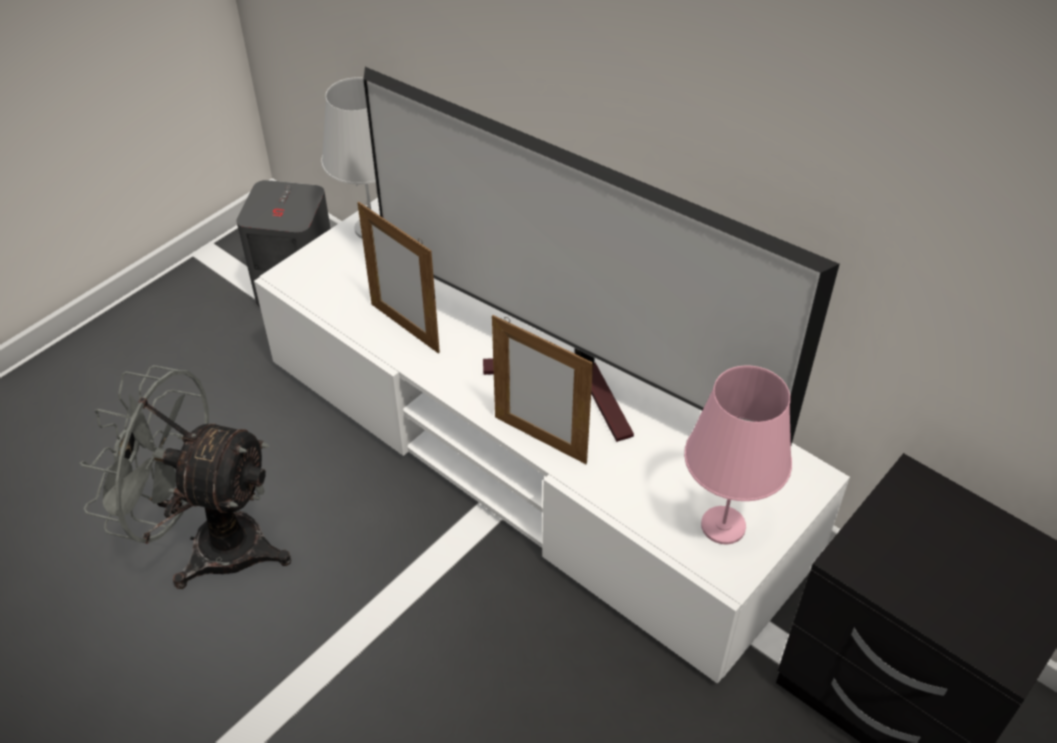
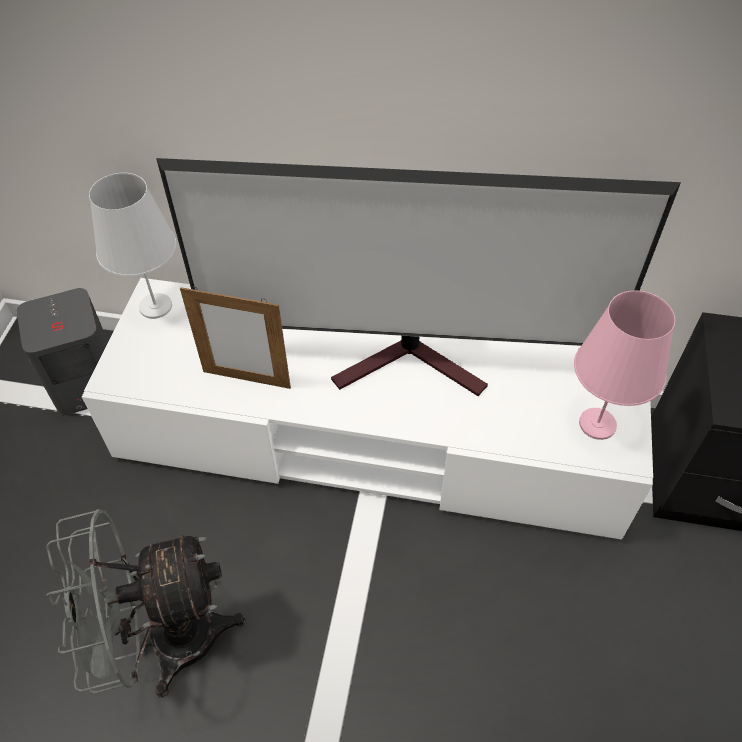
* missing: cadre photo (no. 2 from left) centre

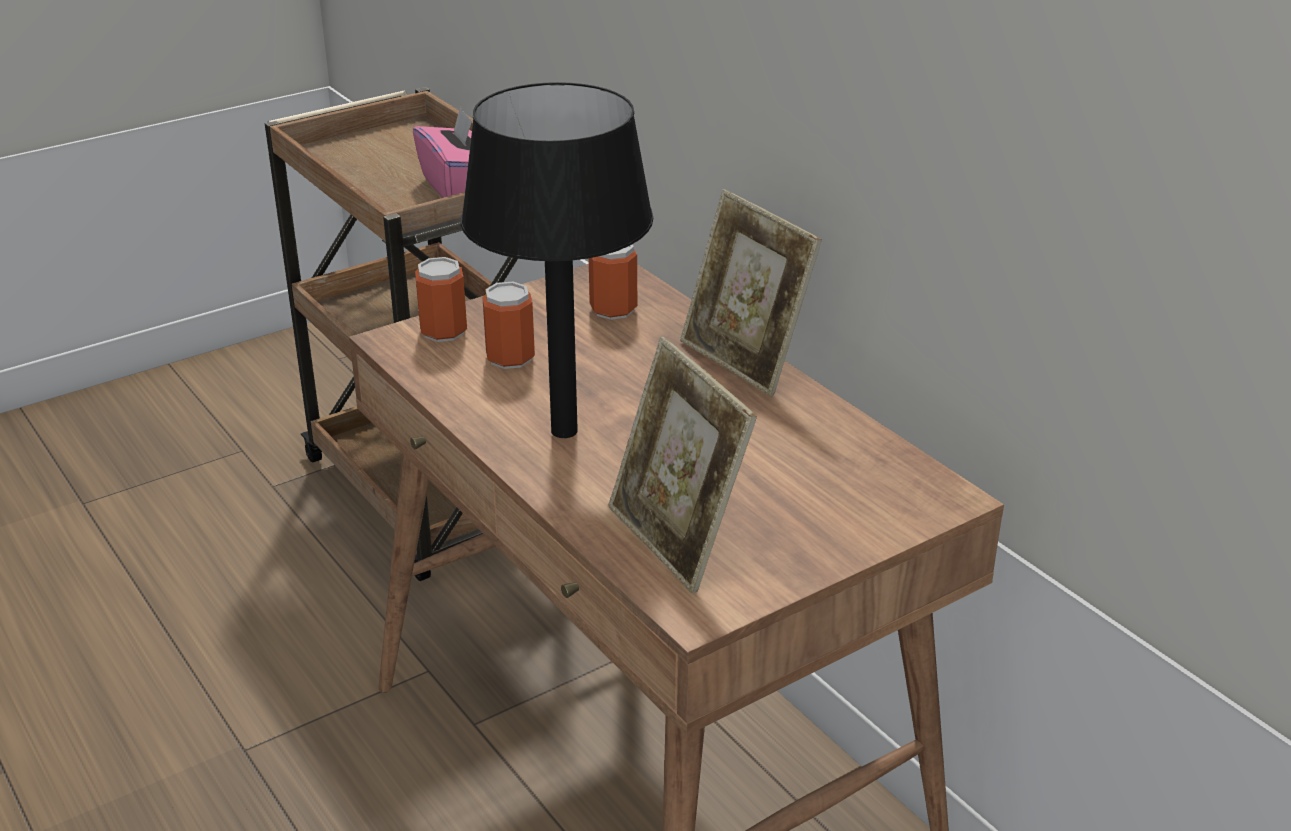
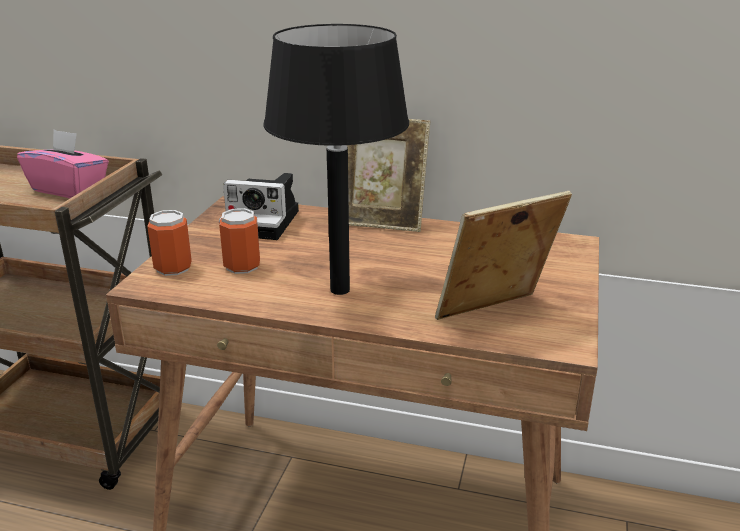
* exchanged: boîte métallique (no. 3 from left) centre to appareil photo centre
* spun: cadre photo (no. 1 from left in the first image) centre = middle right 135 degrees clockwise

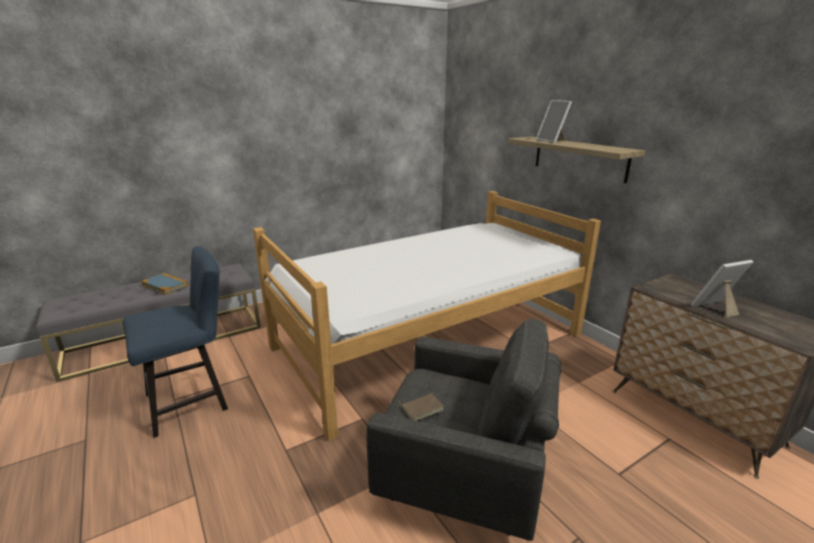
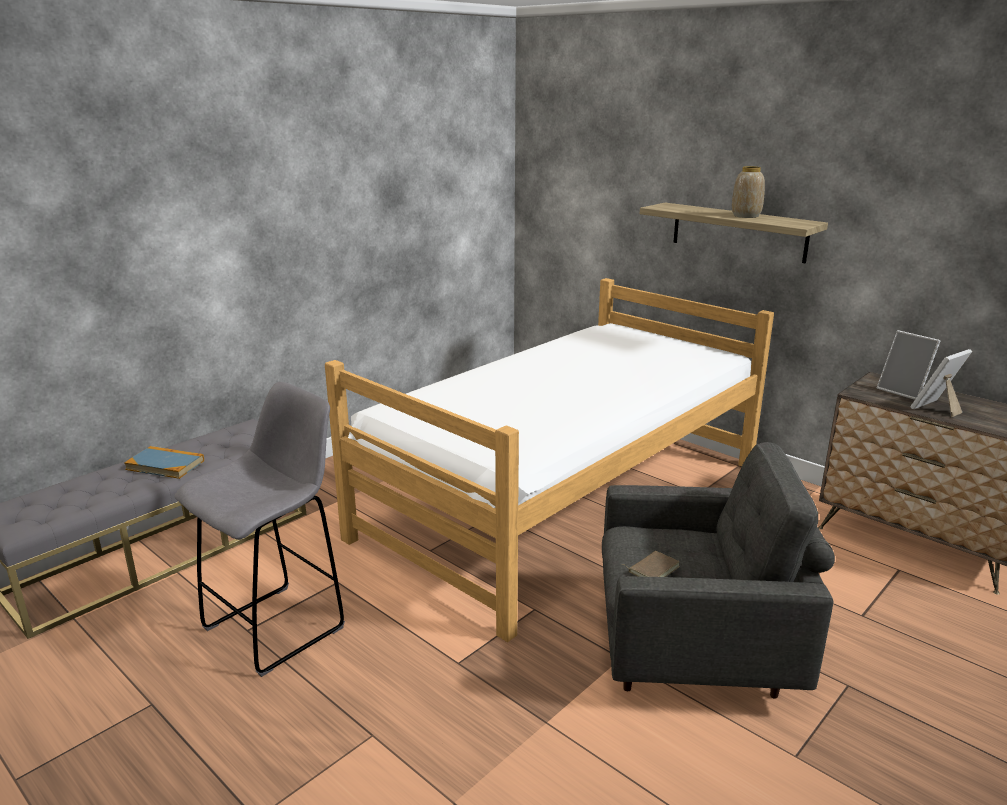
* relocated: cadre photo (no. 1 from left) top right to middle right
* exchanged: chaise (bleu) middle left to tabouret (gris) middle left
* appeared: vase top right

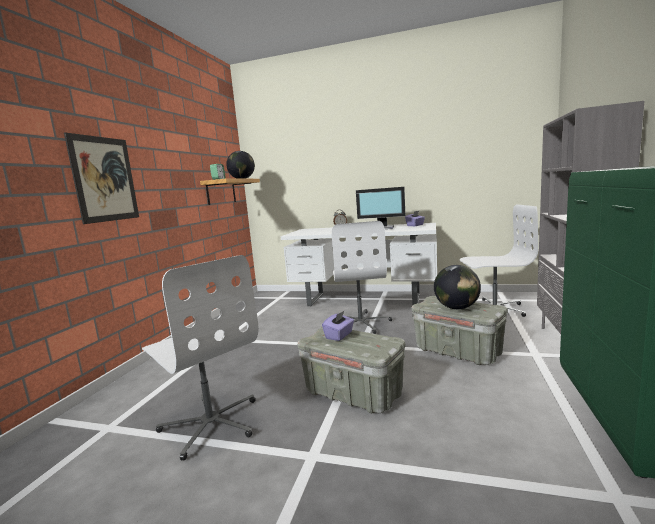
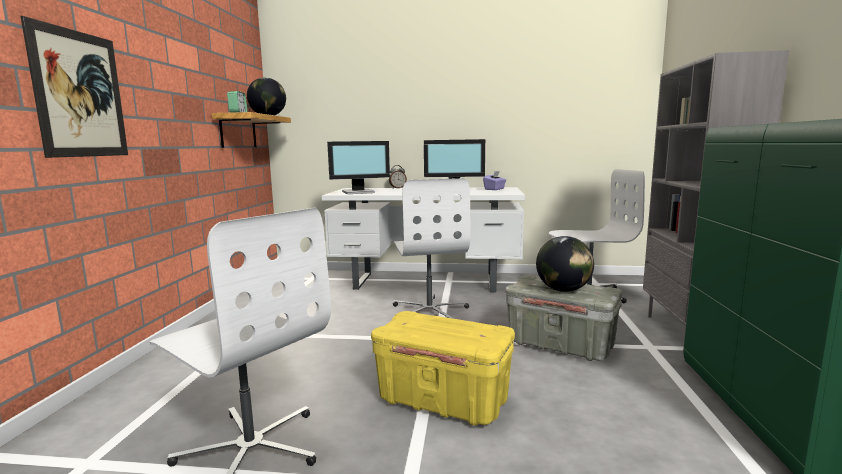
* missing: boîte à mouchoirs (violet) (no. 1 from left) centre
* colour: boîte de rangement (gris) (no. 1 from left) bottom centre to boîte de rangement (jaune) bottom centre
* appeared: écran d'ordinateur (no. 1 from left) centre

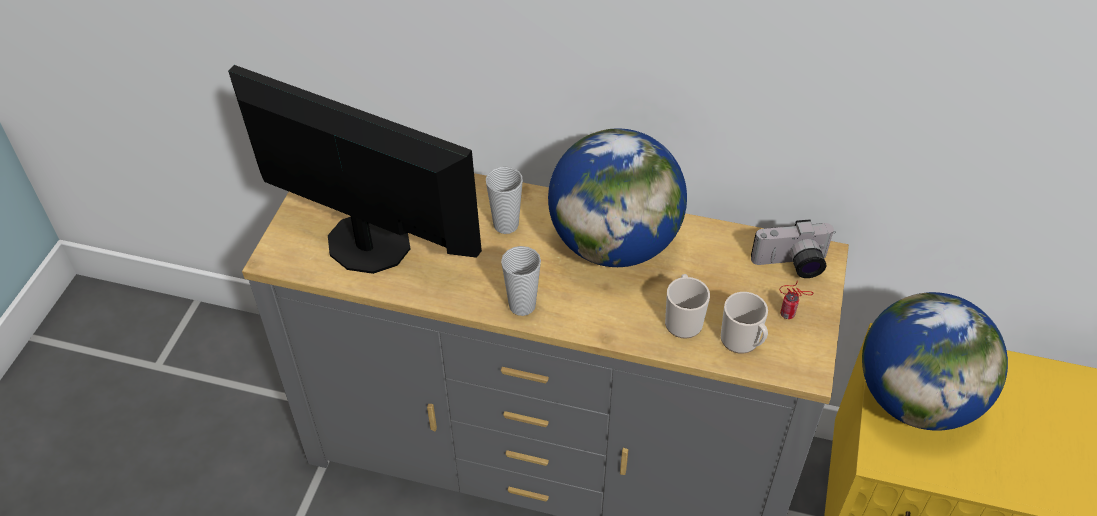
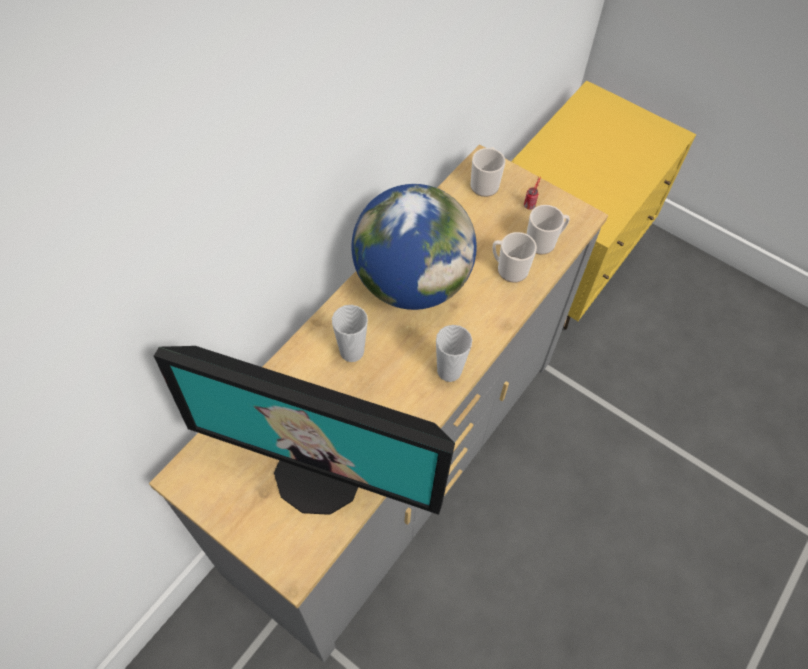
* spun: écran d'ordinateur top left = centre 120 degrees counterclockwise
* exchanged: appareil photo middle right to mug (no. 1 from left) top centre
* missing: globe (no. 2 from left) bottom right

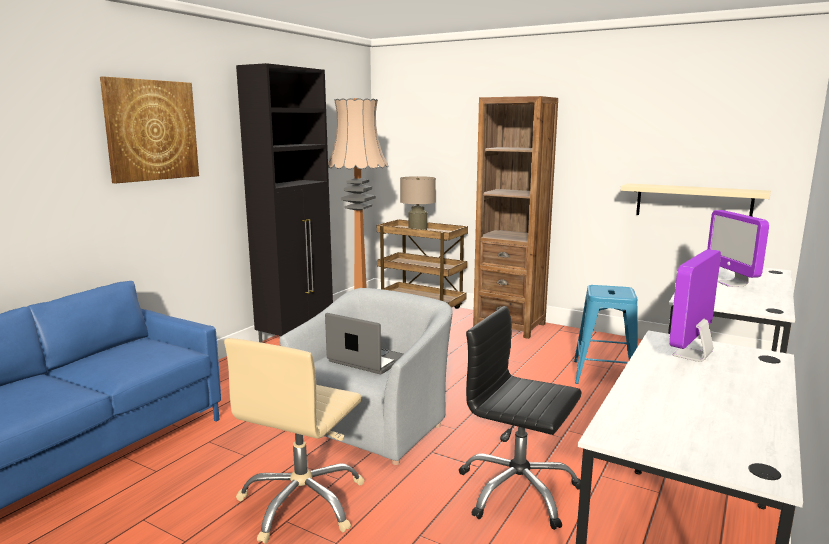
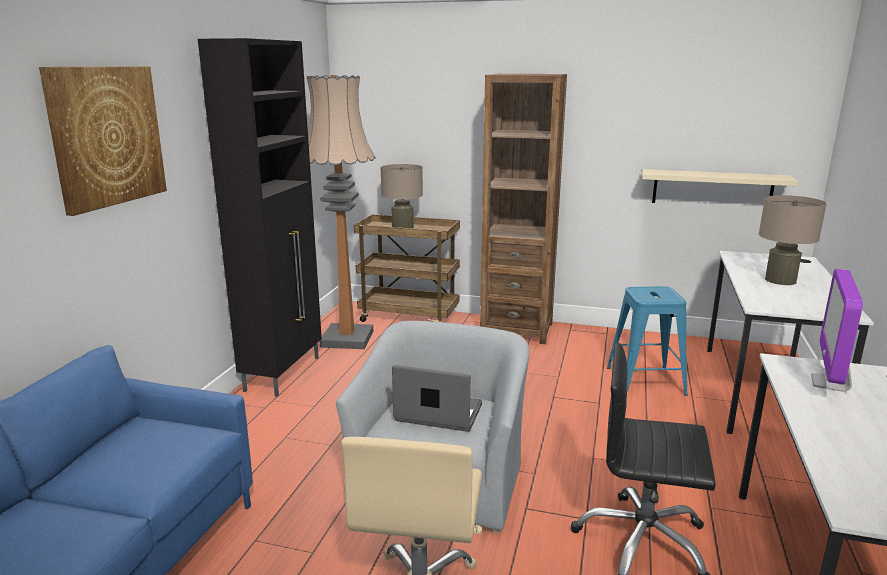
* exchanged: écran d'ordinateur (no. 2 from left) middle right to lampe de table (beige) (no. 2 from left) middle right

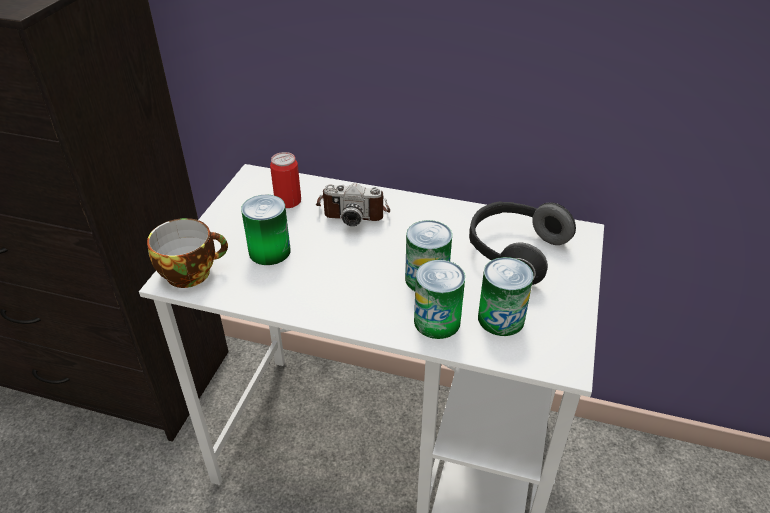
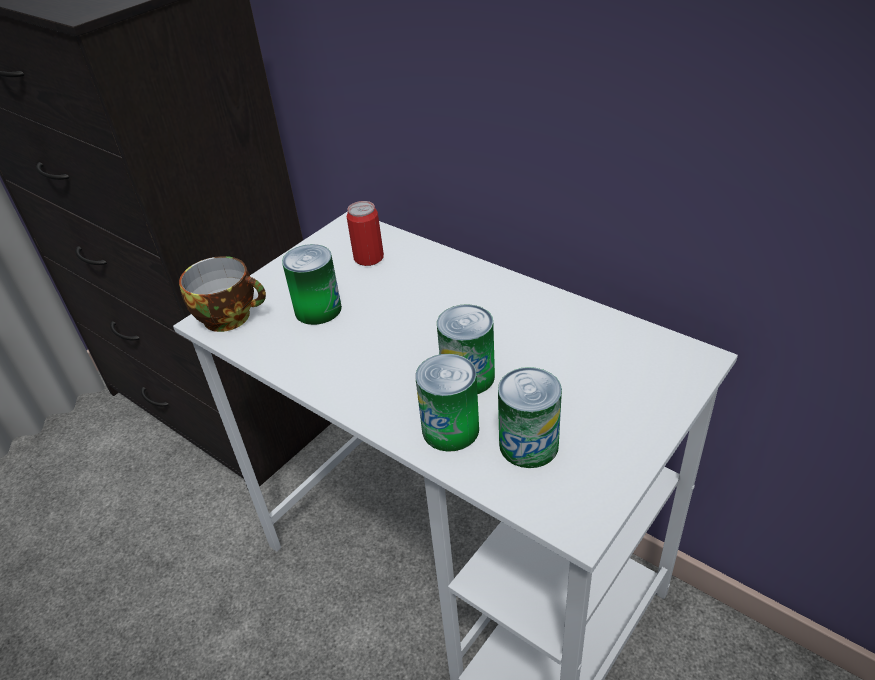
* missing: appareil photo centre
* missing: casque audio middle right

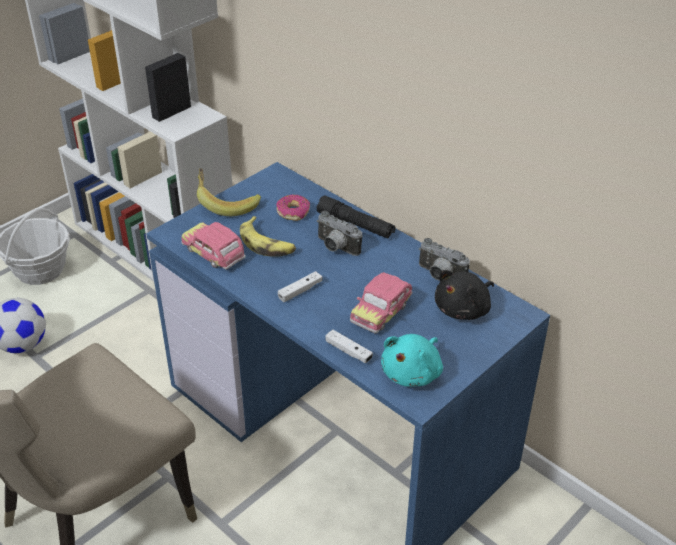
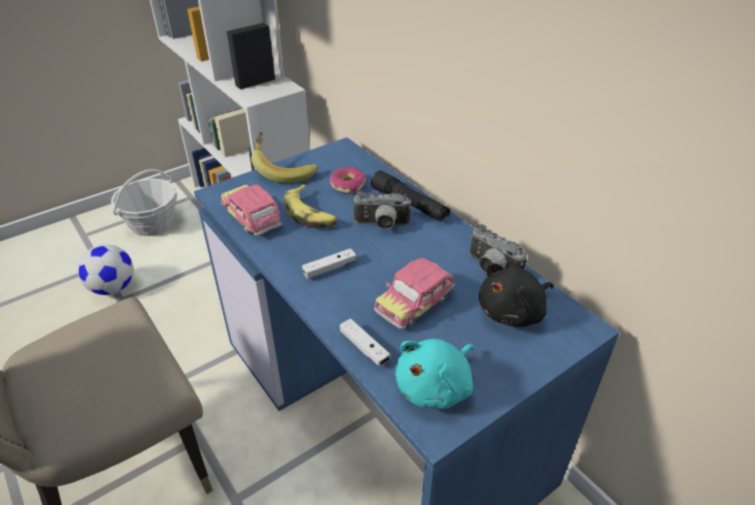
* spun: appareil photo (no. 1 from left) centre = centre 45 degrees counterclockwise

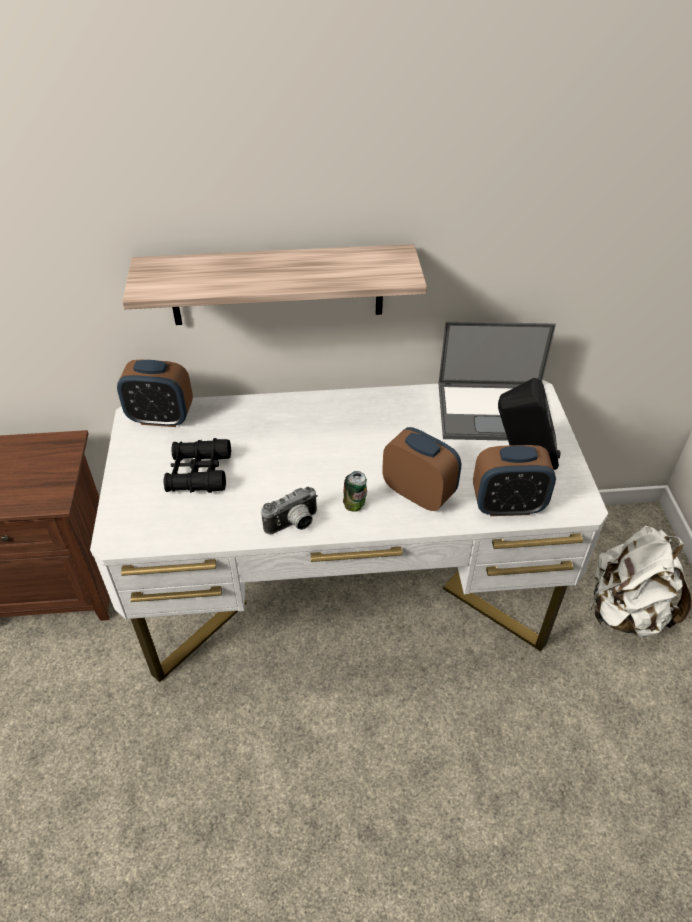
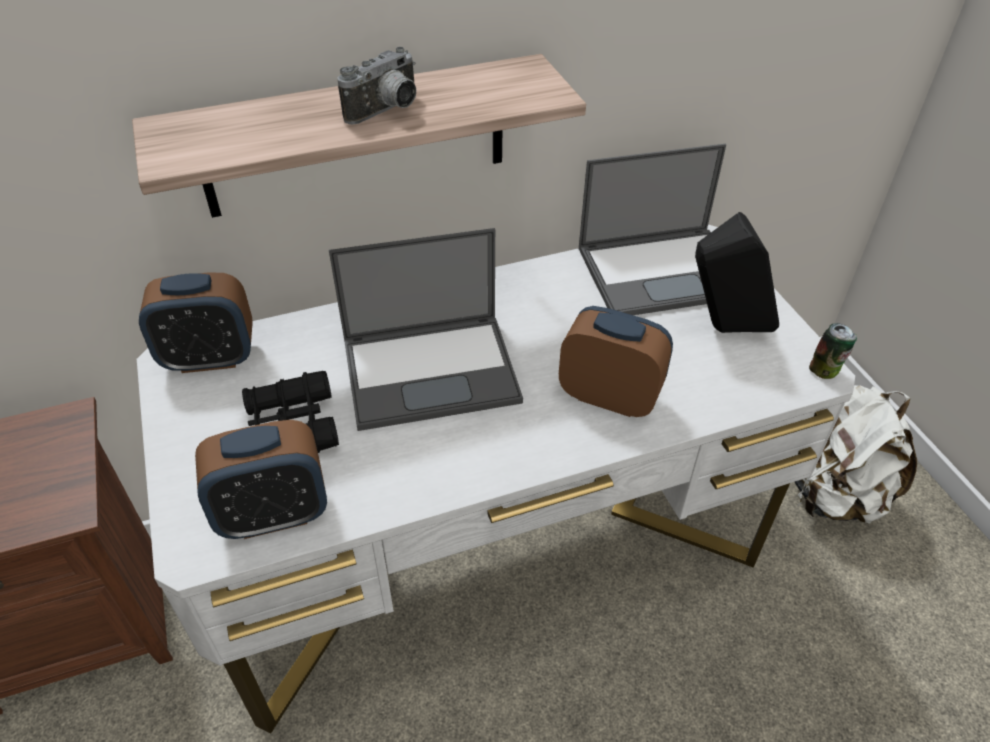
* relocated: réveil (no. 3 from left in the first image) middle right to réveil (no. 2 from left) middle left
* relocated: boîte métallique centre to middle right
* relocated: appareil photo centre to top centre
* appeared: ordinateur portable (no. 1 from left) centre

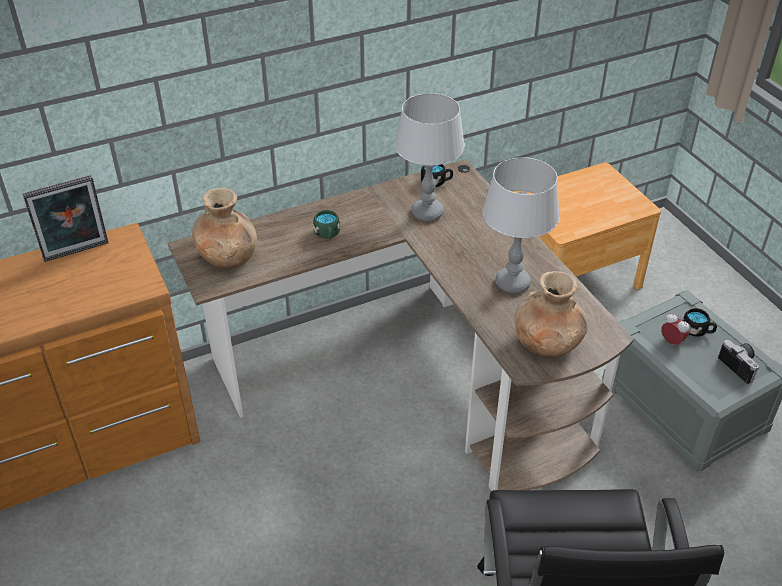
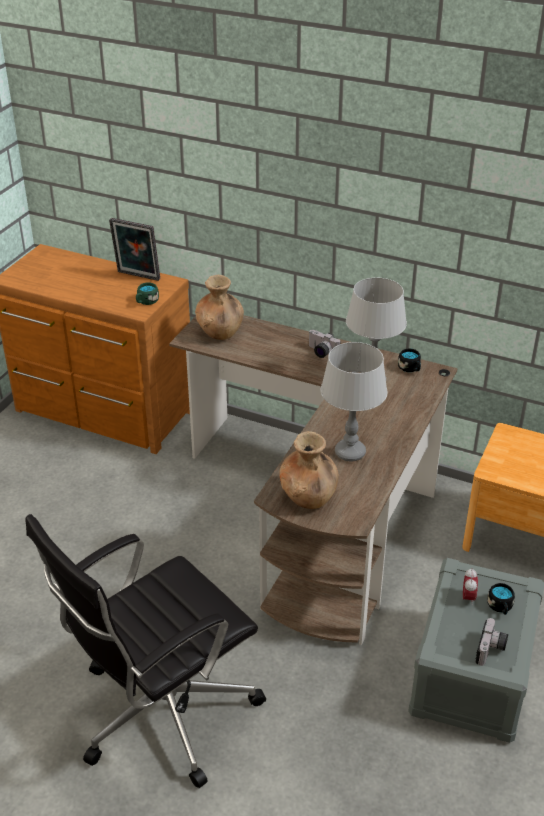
* relocated: mug (vert) centre to middle left
* appeared: appareil photo (no. 1 from left) centre

